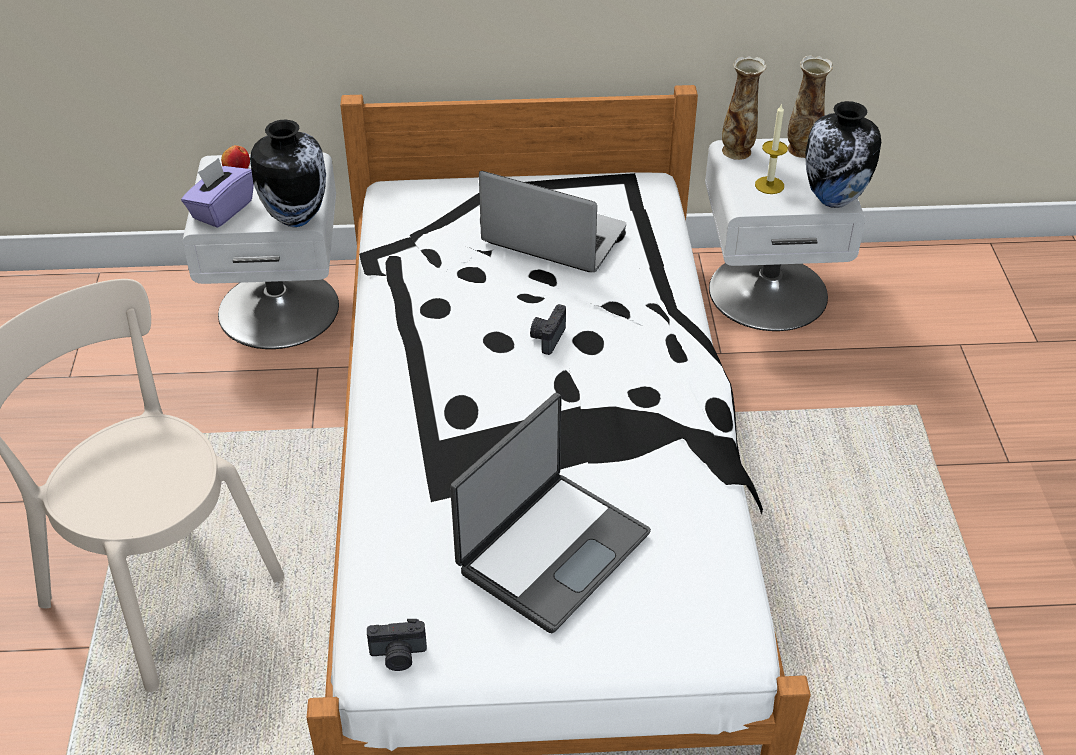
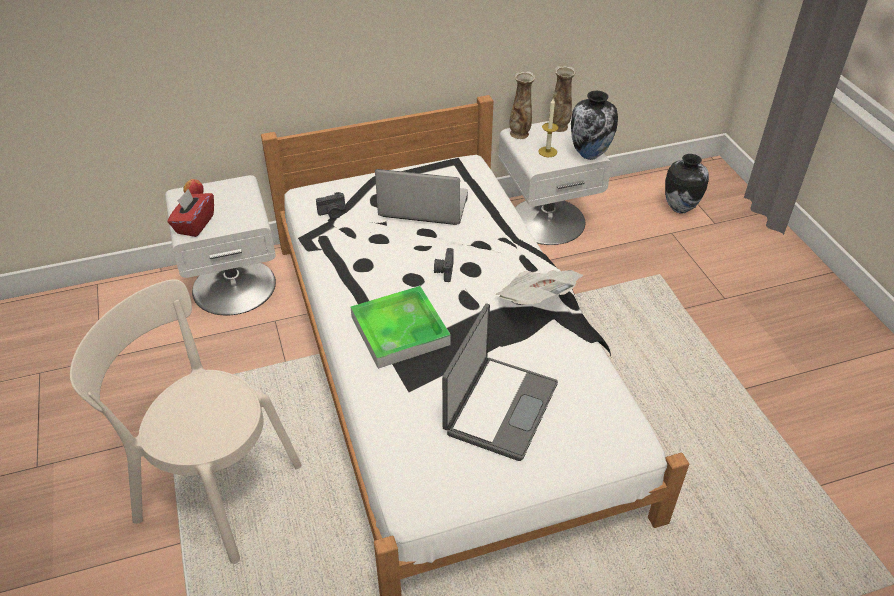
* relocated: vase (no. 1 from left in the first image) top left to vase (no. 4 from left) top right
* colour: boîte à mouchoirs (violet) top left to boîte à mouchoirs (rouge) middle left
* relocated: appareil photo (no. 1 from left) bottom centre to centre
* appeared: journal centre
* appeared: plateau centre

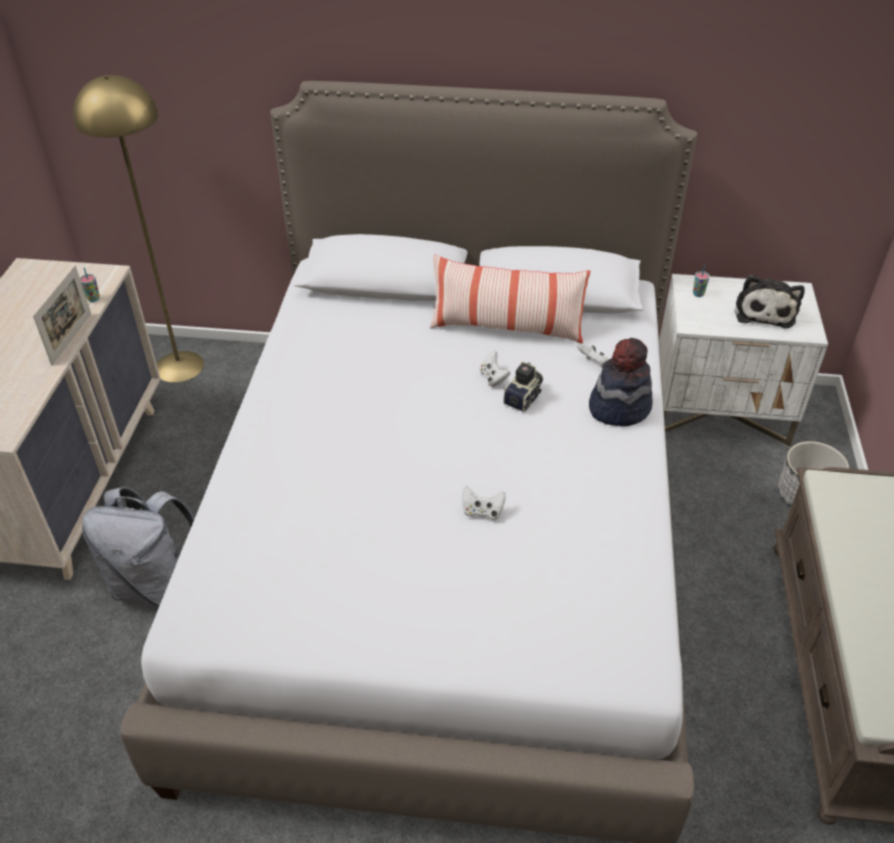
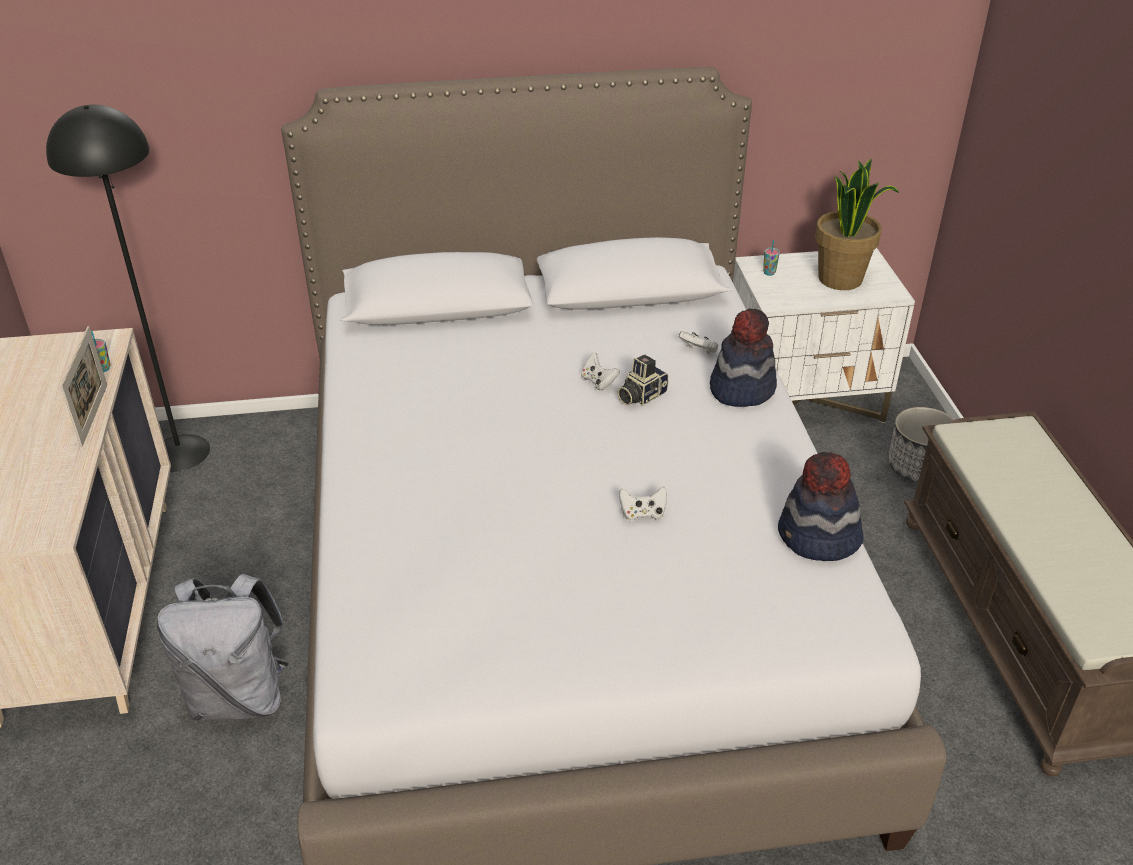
* colour: lampadaire (jaune) top left to lampadaire (noir) top left
* missing: coussin centre
* exchanged: peluche middle right to plante en pot top right
* spun: appareil photo centre = centre 150 degrees counterclockwise
* appeared: chapeau (no. 2 from left) middle right

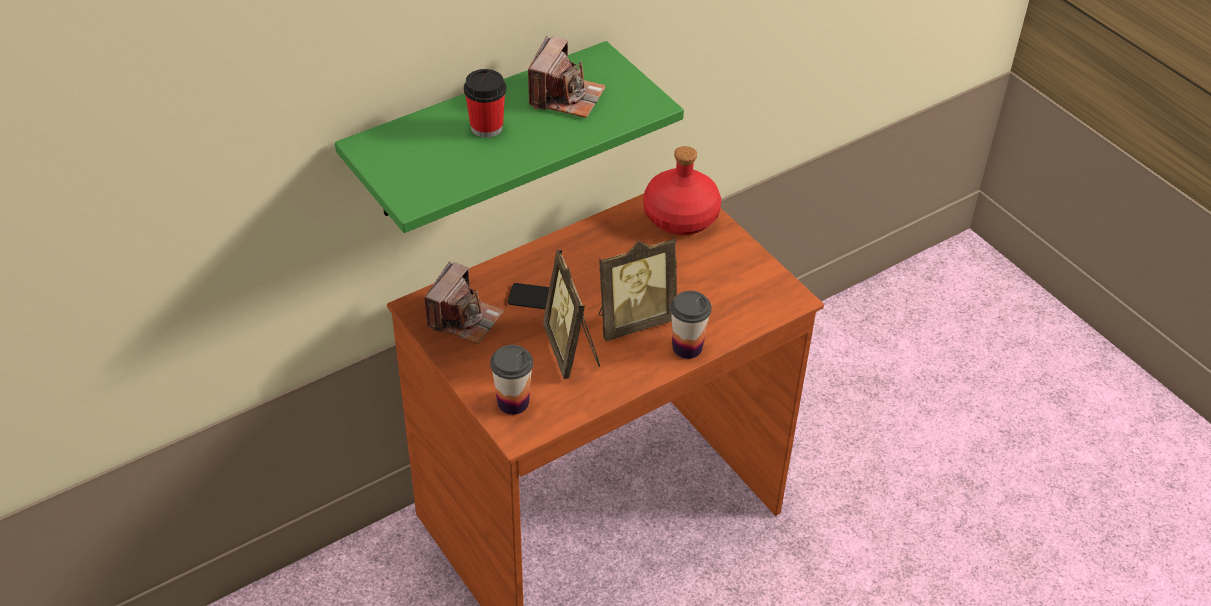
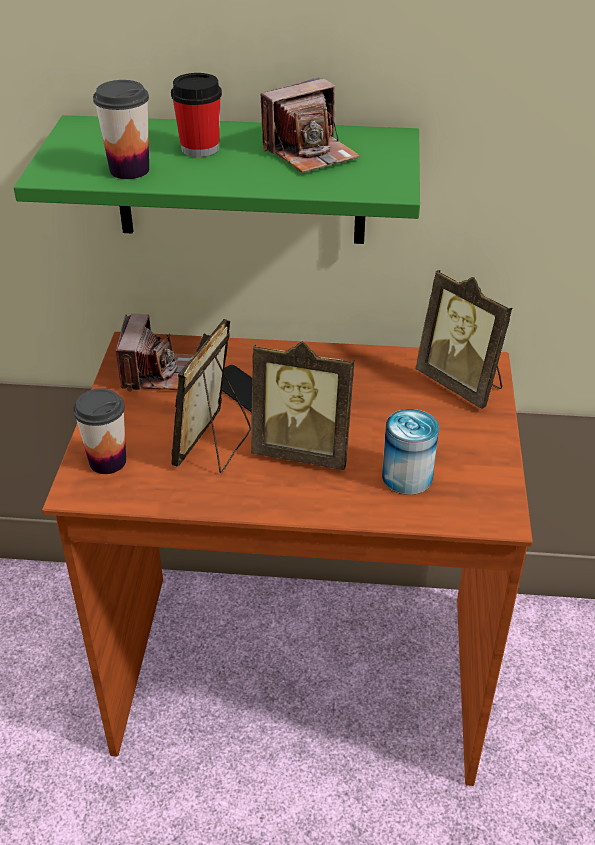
* exchanged: bouteille (rouge) top centre to cadre photo (no. 3 from left) middle right
* spun: appareil photo (no. 1 from left) centre = middle left 60 degrees counterclockwise
* relocated: tasse (no. 3 from left in the first image) centre to tasse (no. 2 from left) top left
* appeared: boîte métallique middle right

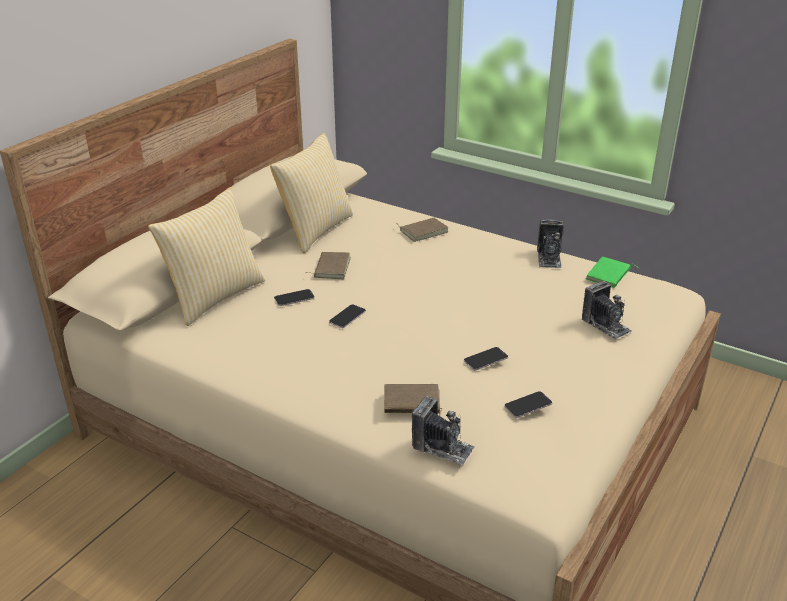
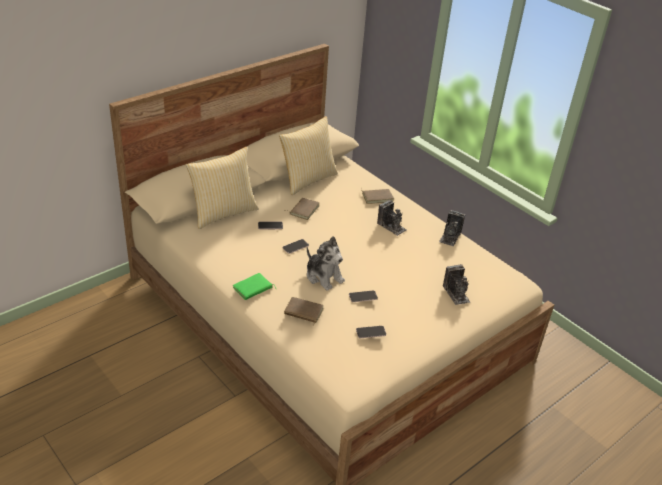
* relocated: livre (vert) middle right to centre
* relocated: appareil photo (no. 1 from left) bottom centre to centre
* appeared: peluche centre

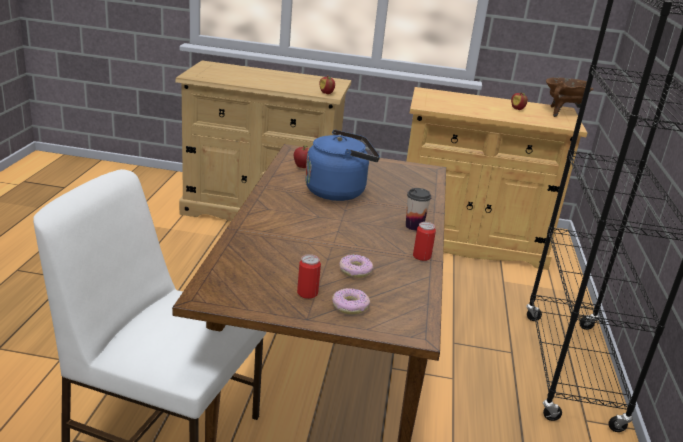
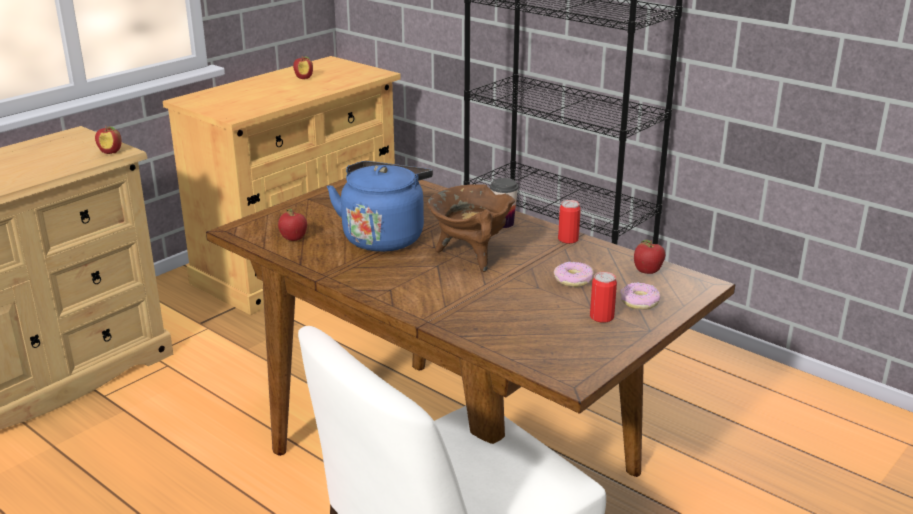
* relocated: marmite (marron) top right to centre
* appeared: pomme (no. 4 from left) middle right

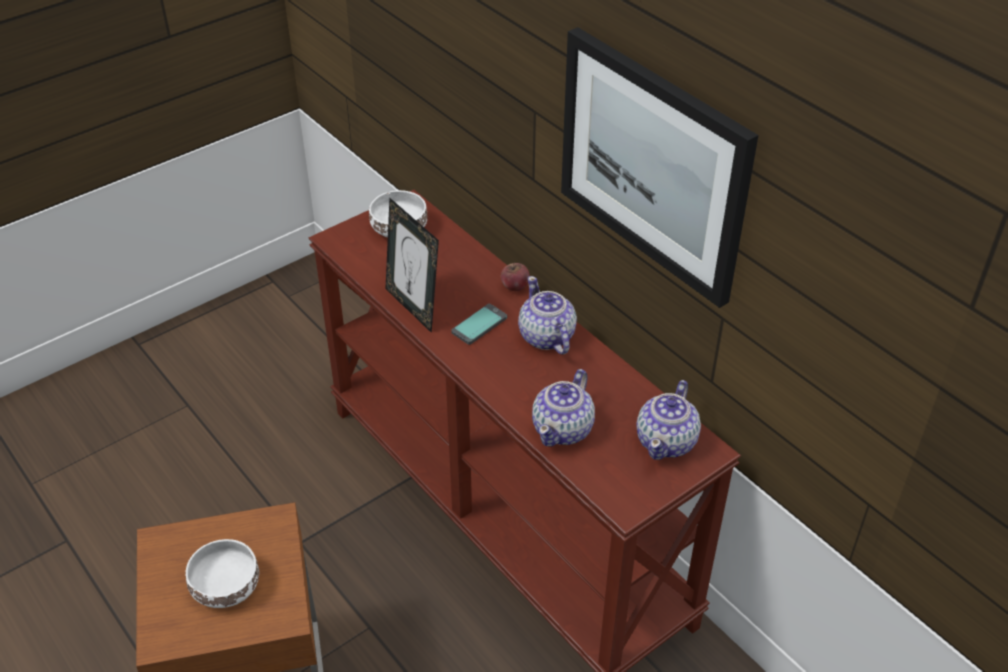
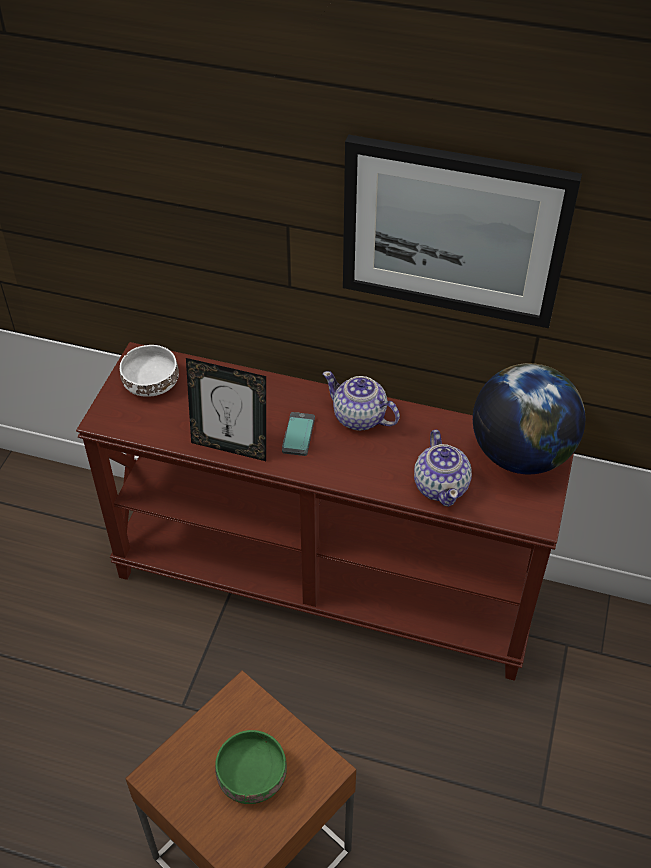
* missing: pomme centre
* exchanged: théière (no. 3 from left) centre to globe middle right
* colour: bol (blanc) (no. 1 from left) bottom left to bol (vert) bottom centre

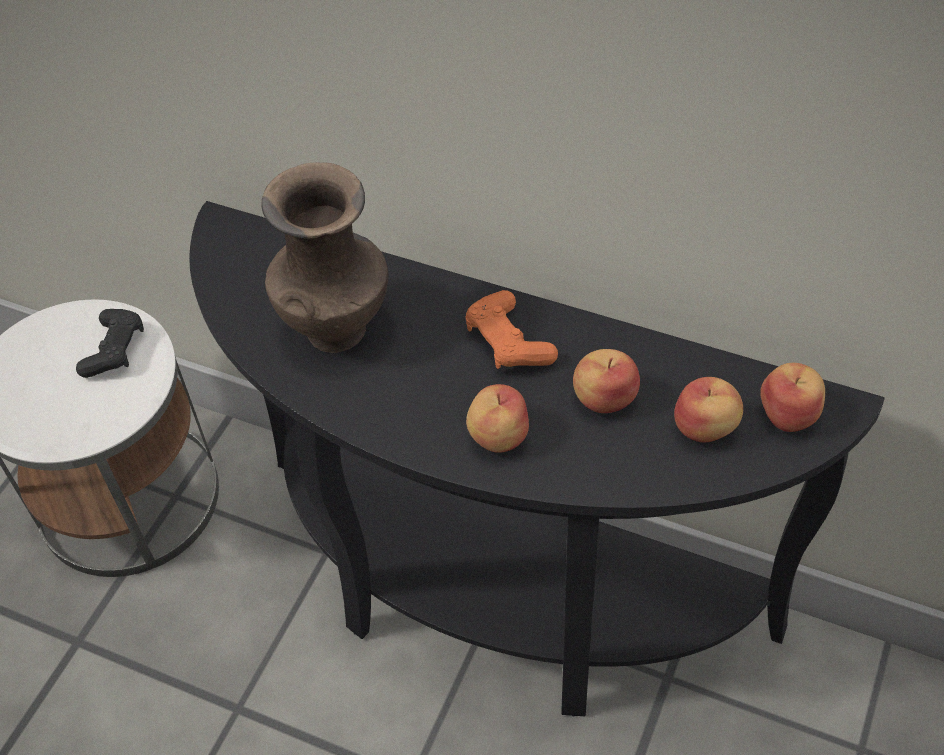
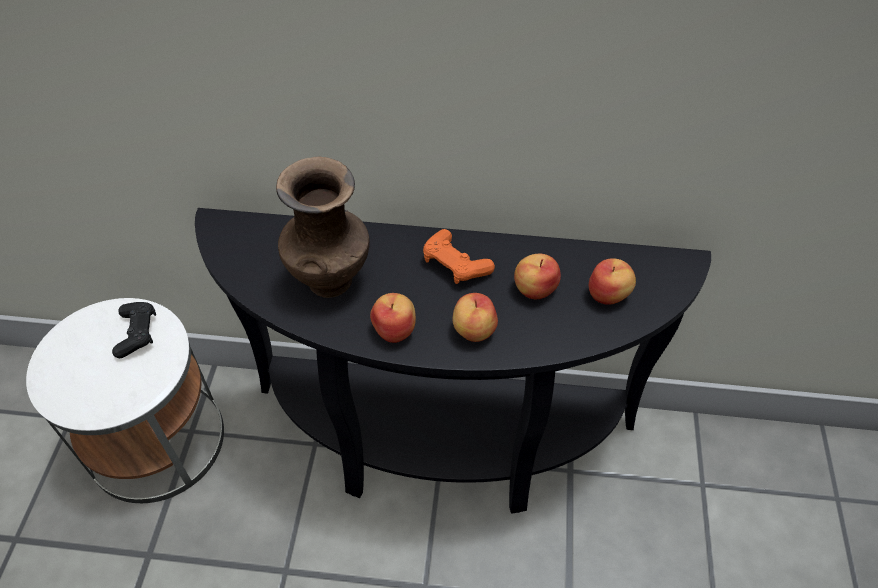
* relocated: pomme (no. 4 from left in the first image) middle right to pomme (no. 1 from left) centre

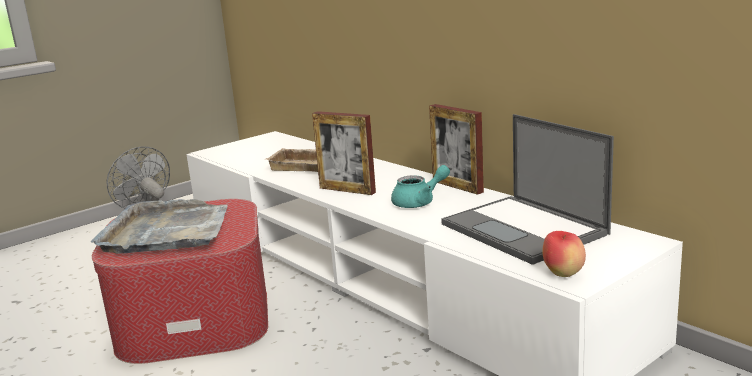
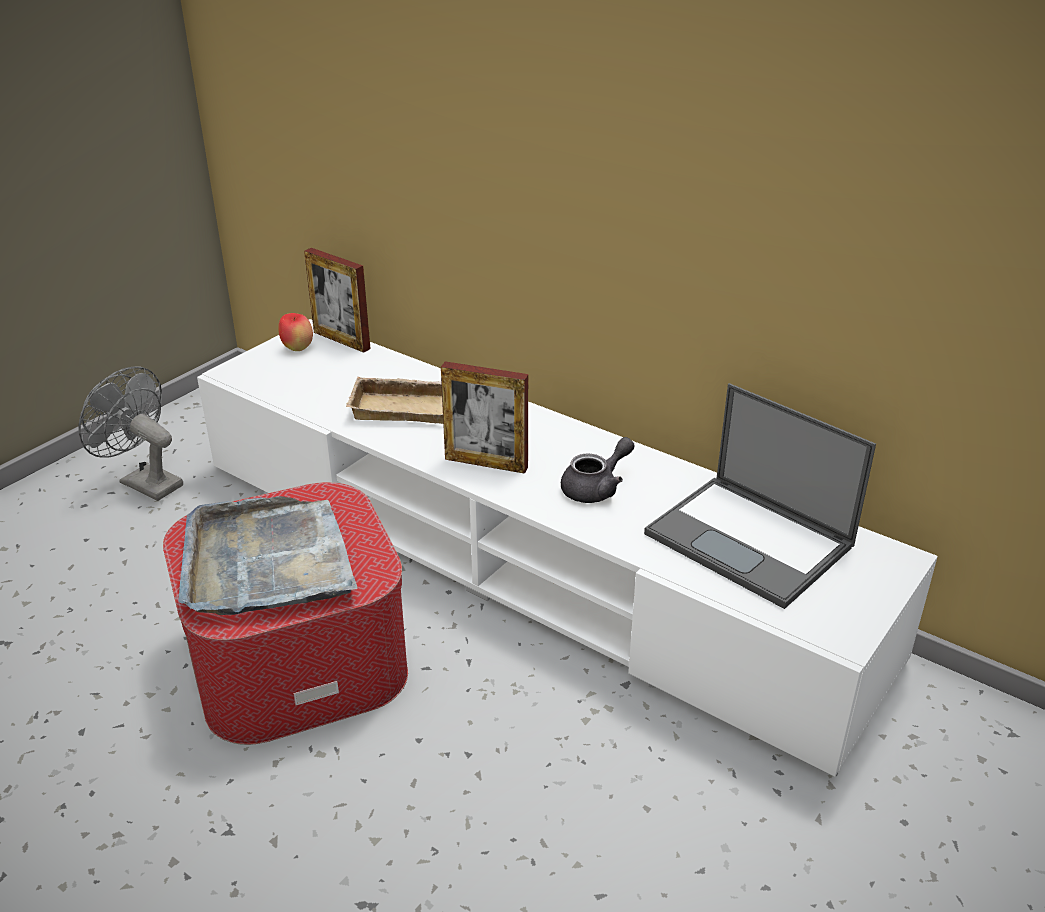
* relocated: cadre photo (no. 2 from left in the first image) centre to cadre photo (no. 1 from left) top left
* colour: théière (turquoise) centre to théière (gris) centre
* relocated: pomme bottom right to middle left

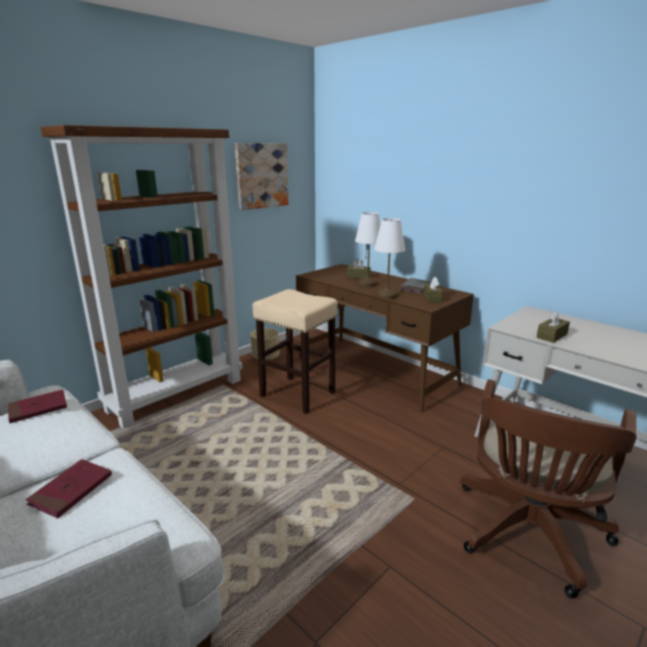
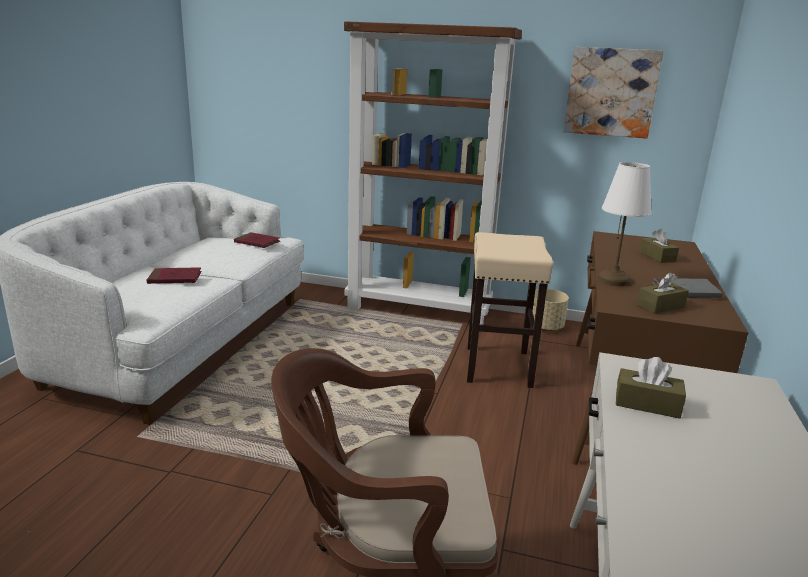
* missing: lampe de table (blanc) (no. 1 from left) centre

